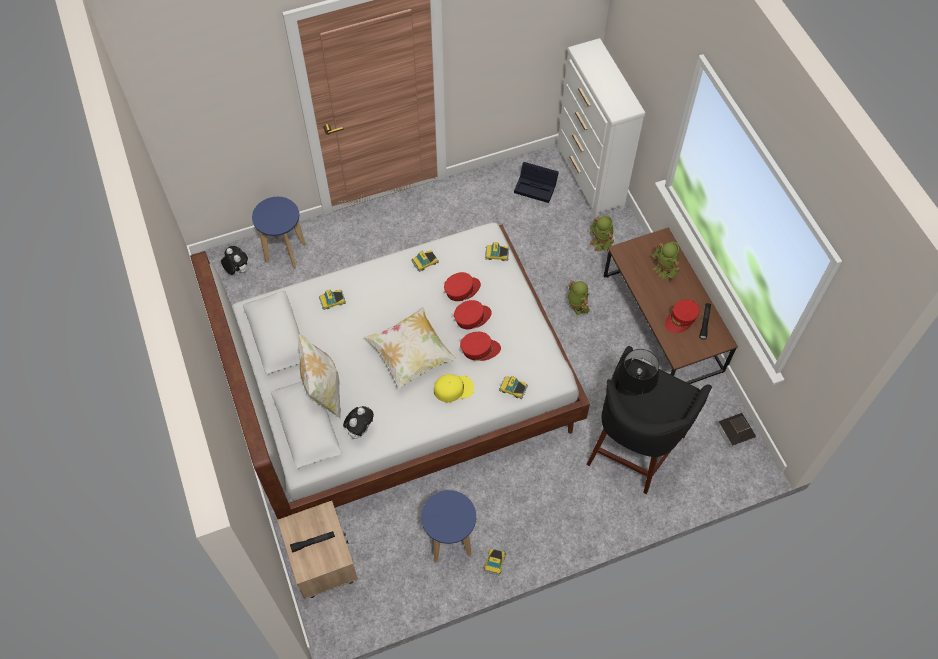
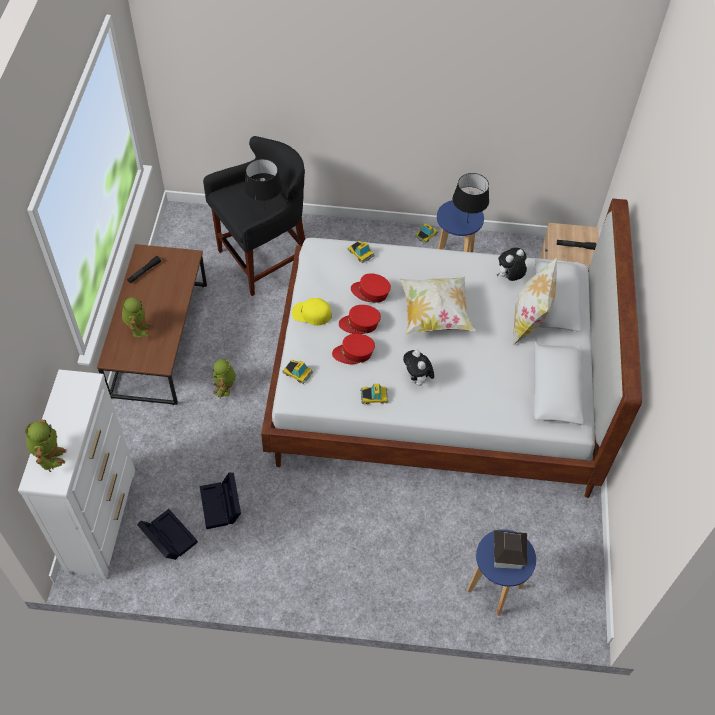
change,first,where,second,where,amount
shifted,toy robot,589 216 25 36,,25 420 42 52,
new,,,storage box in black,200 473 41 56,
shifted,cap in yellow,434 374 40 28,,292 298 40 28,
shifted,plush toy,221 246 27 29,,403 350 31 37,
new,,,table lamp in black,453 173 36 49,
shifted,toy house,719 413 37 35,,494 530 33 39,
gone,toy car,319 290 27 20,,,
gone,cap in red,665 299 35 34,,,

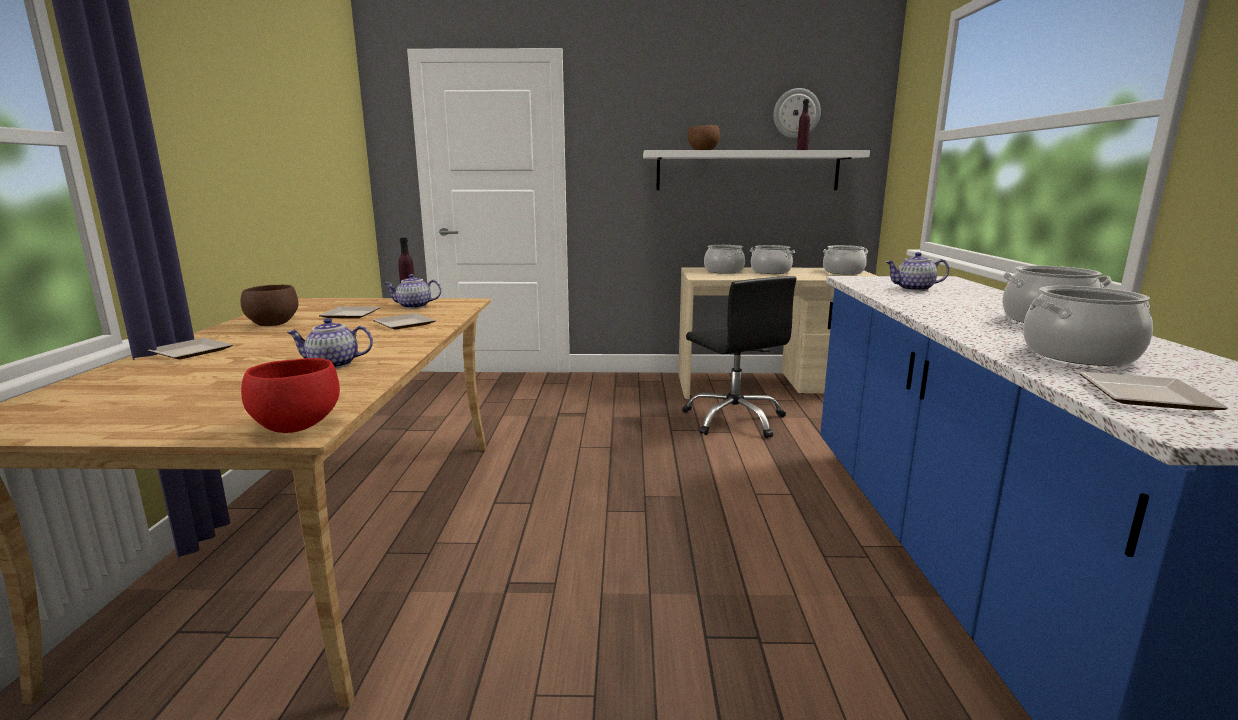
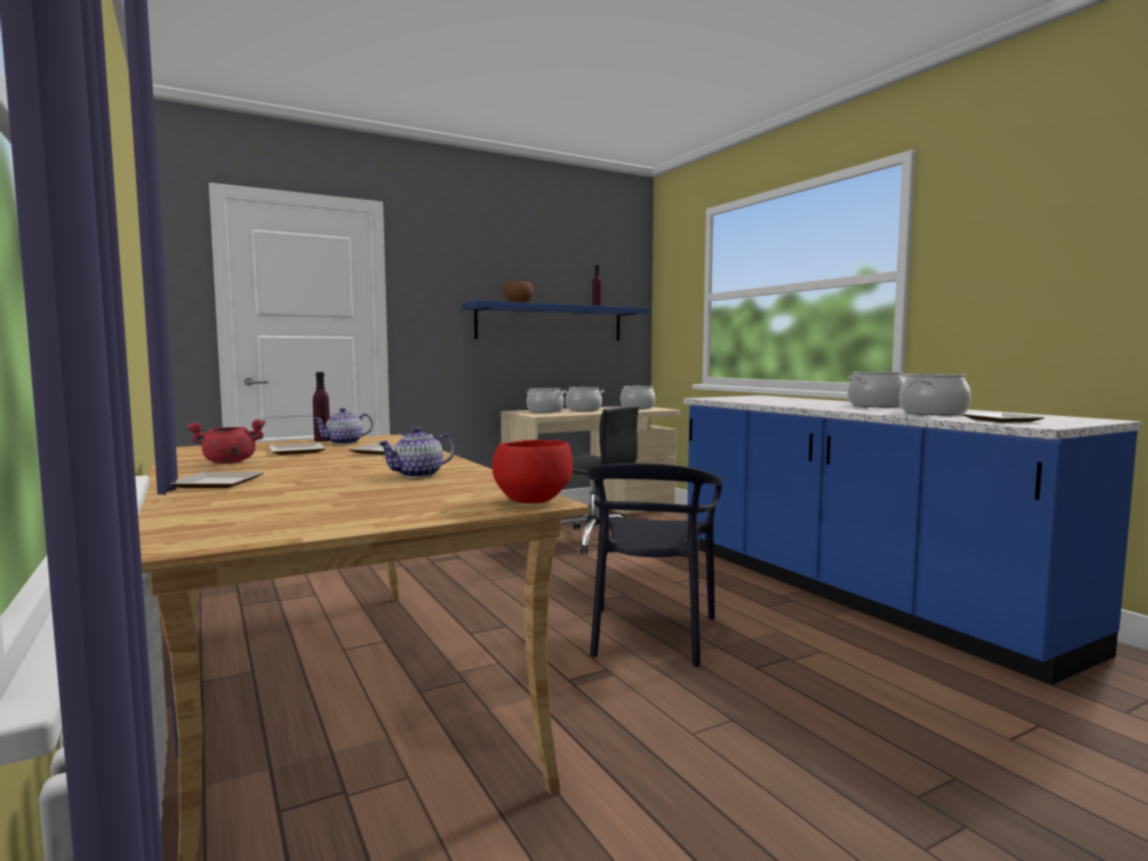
change,first,where,second,where,amount
swapped,bowl in brown,240 285 58 41,cooking pot in red,187 419 79 45,
repainted,shelf in white,643 150 227 40,shelf in blue,462 300 188 41,
new,,,chair in black,587 463 136 204,
gone,wall clock,773 88 48 50,,,
gone,teapot,886 252 63 39,,,

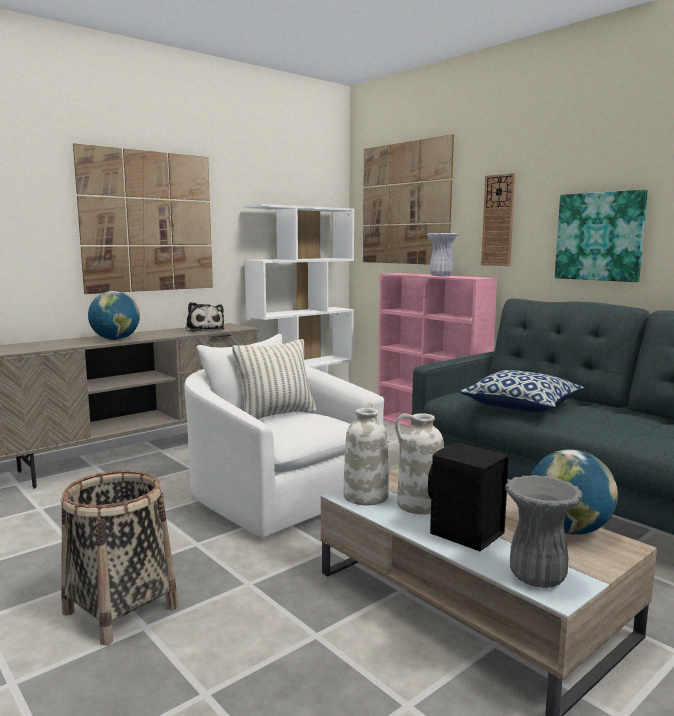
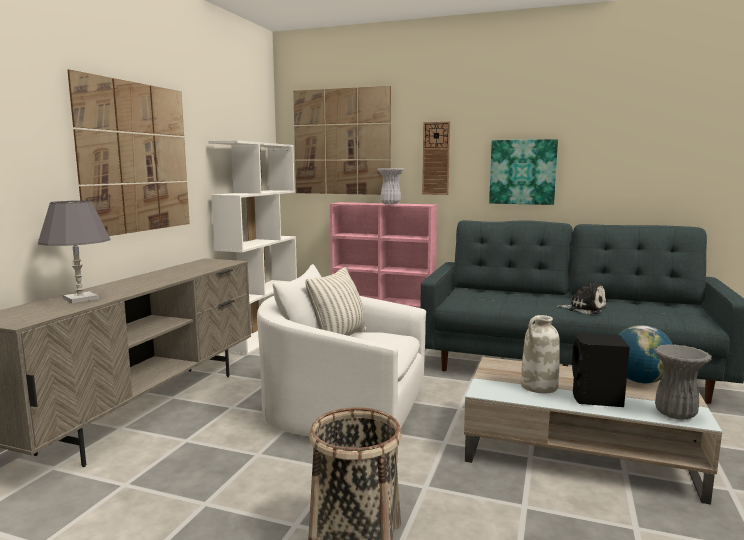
change,first,where,second,where,amount
new,,,table lamp in grey,38 201 72 102,
shifted,plush toy,186 302 38 30,,556 282 50 32,
gone,globe,88 291 52 49,,,
gone,vase in white,344 402 45 103,,,
gone,pillow,460 370 124 43,,,

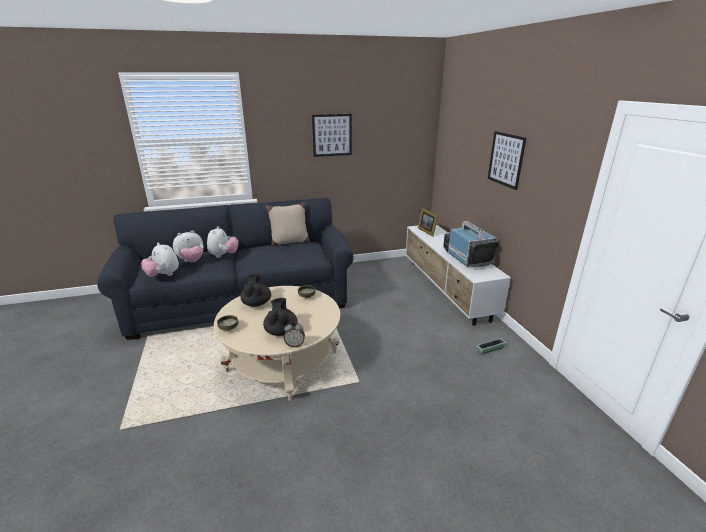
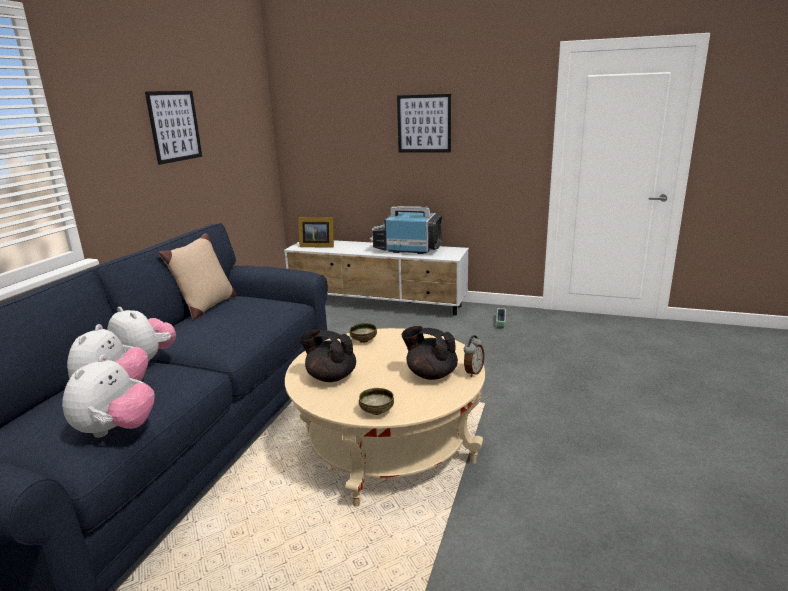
change,first,where,second,where,amount
rotated,plush toy,141 243 38 34,,62 355 93 83,60 degrees counterclockwise

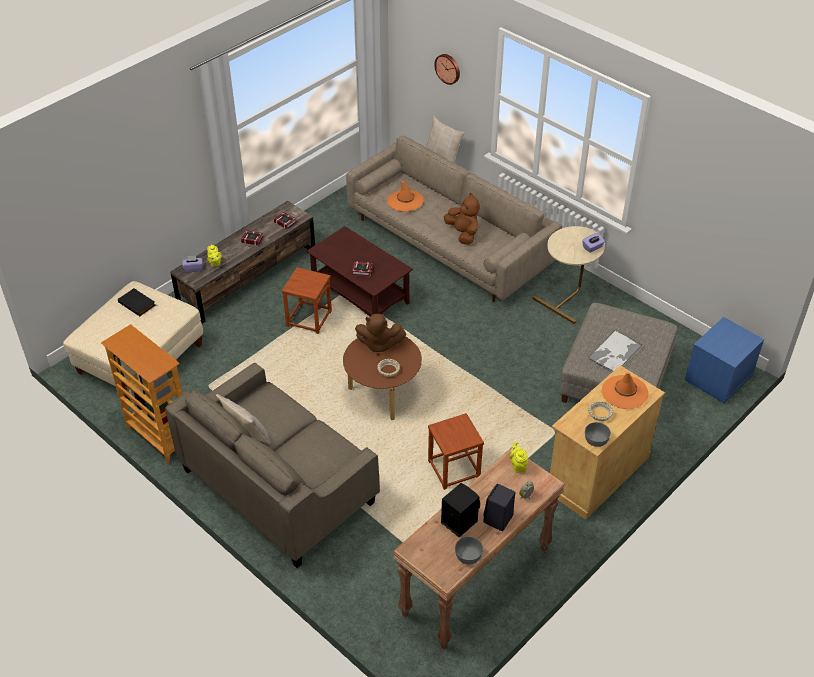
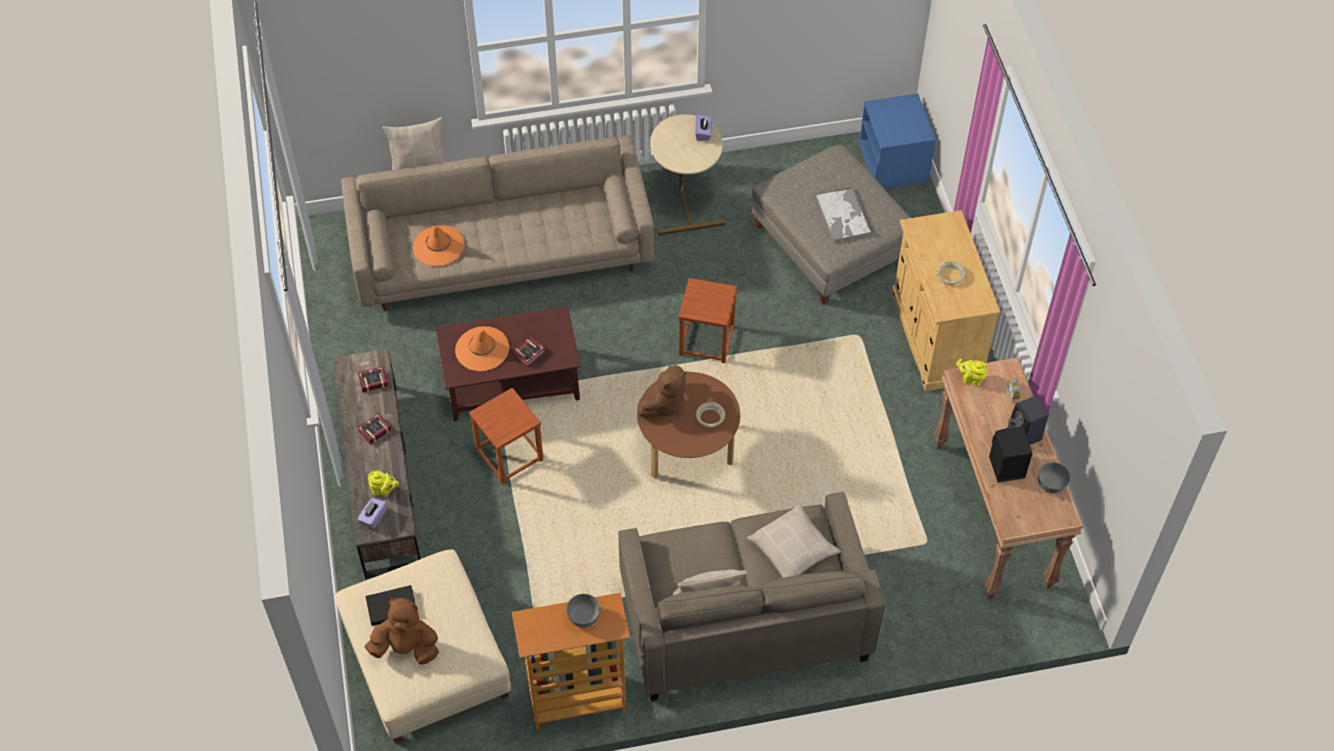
change,first,where,second,where,amount
shifted,plush toy in brown,444 192 35 53,,365 598 74 67,
shifted,hat in orange,602 372 47 37,,455 326 55 45,
shifted,bowl in grey,585 422 26 25,,566 594 34 34,
shifted,stool in brown,428 413 56 77,,678 278 59 85,
new,,,pillow in beige,747 504 94 74,
gone,wall clock,434 54 26 31,,,

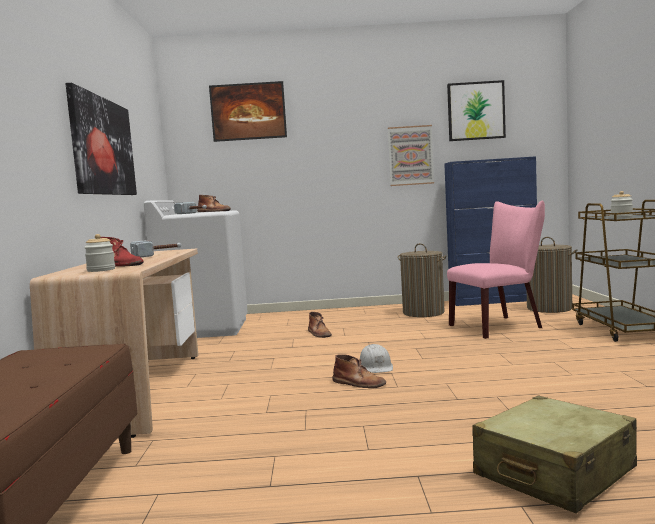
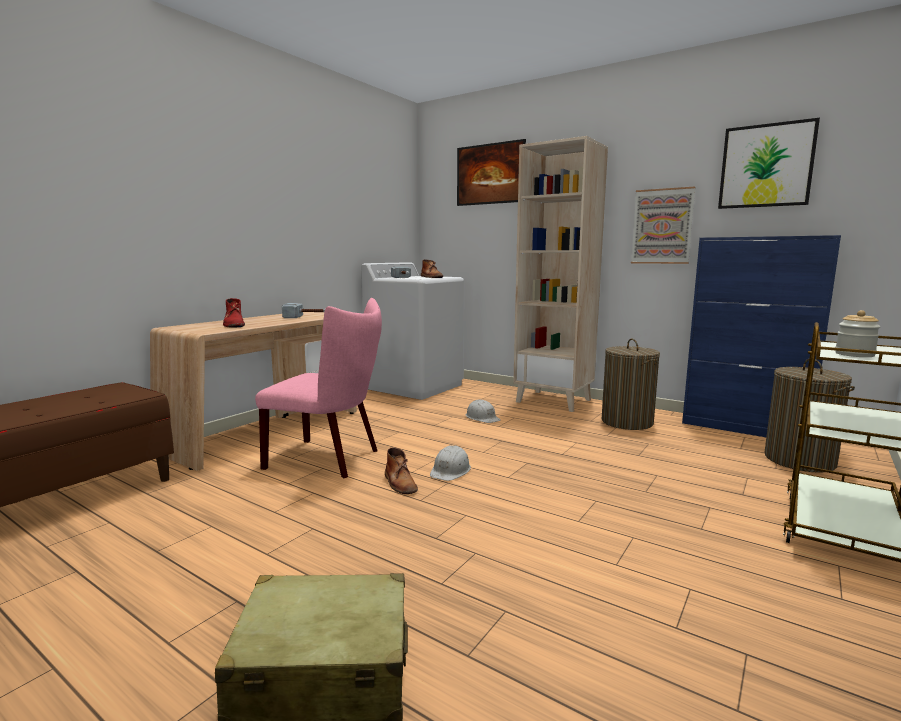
change,first,where,second,where,amount
shifted,chair in pink,447 200 98 139,,255 298 127 180,
swapped,boot in brown,308 312 24 26,hard hat in white,466 400 34 23,
new,,,bookcase in beige,513 136 95 276,
gone,picture,65 83 72 112,,,
gone,jar,84 234 31 38,,,

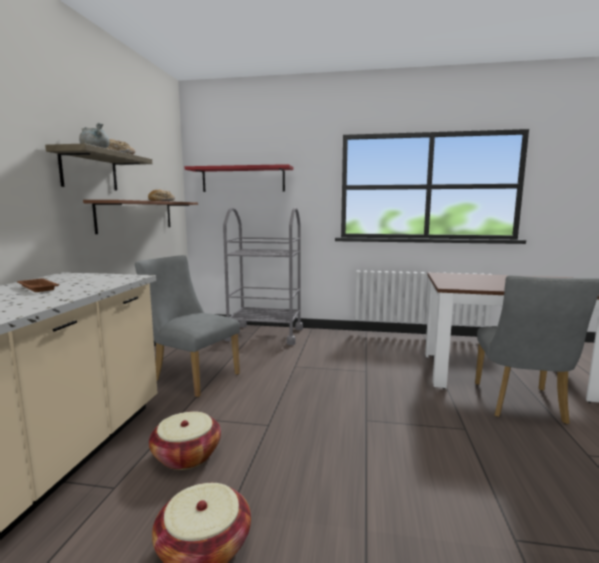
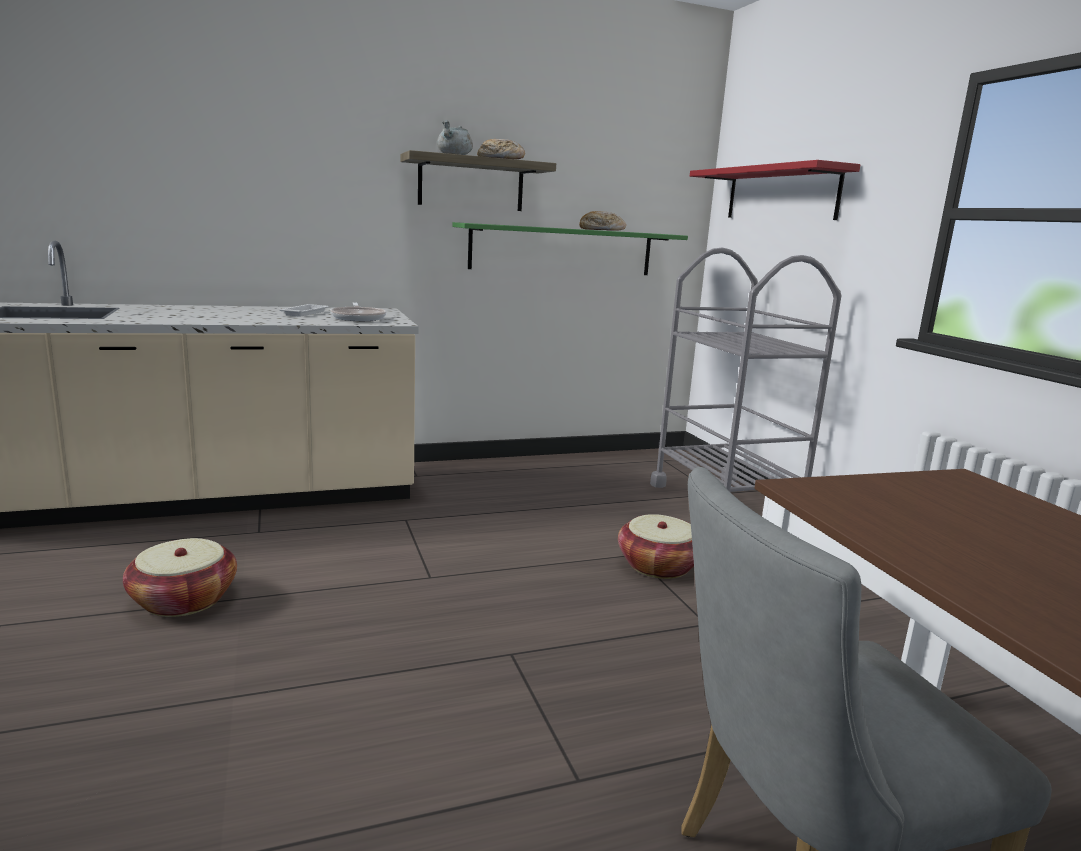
change,first,where,second,where,amount
repainted,tray in brown,17 279 42 13,tray in white,279 304 50 13,
new,,,frying pan,330 303 56 18,
repainted,shelf in brown,83 200 115 34,shelf in green,452 222 236 53,
shifted,basket,149 411 72 59,,618 514 76 65,
gone,chair in grey,135 255 105 142,,,

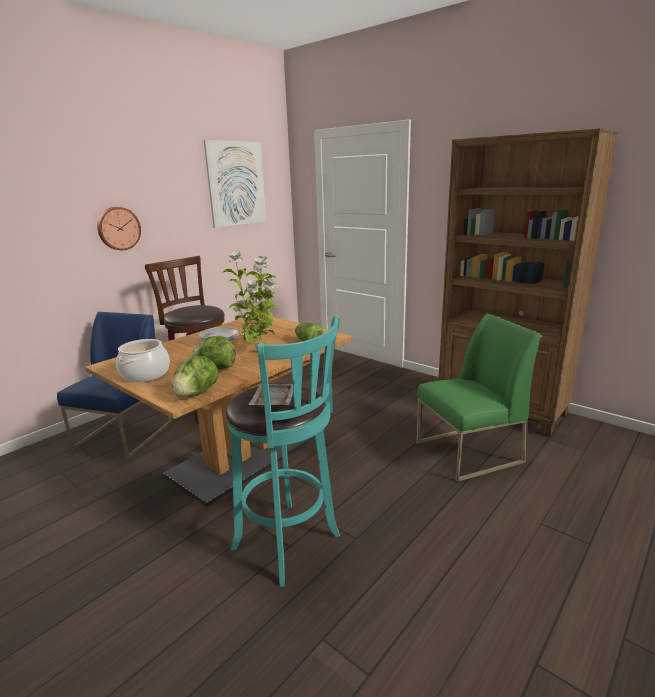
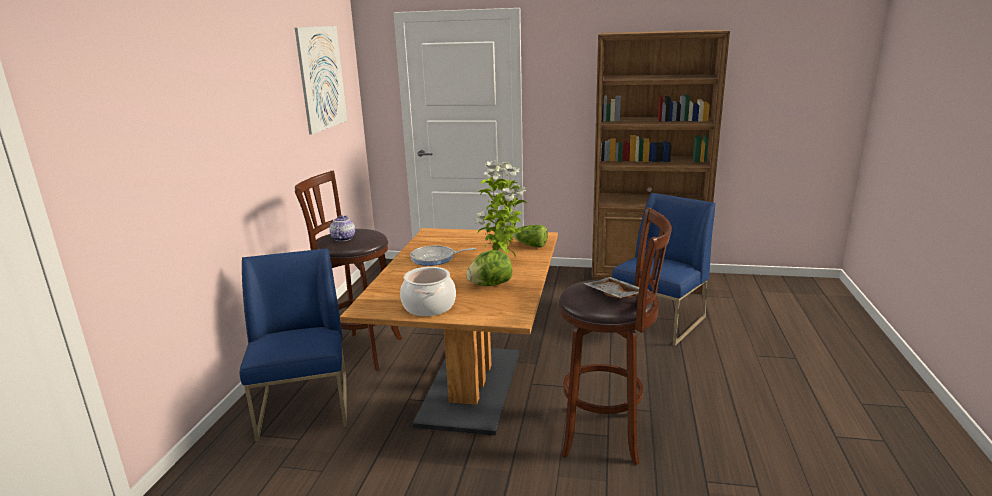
change,first,where,second,where,amount
new,,,teapot,329 215 26 26,
repainted,stool in turquoise,225 315 115 272,stool in brown,559 207 113 258,
repainted,chair in green,416 314 125 168,chair in blue,612 193 103 153,
gone,wall clock,97 207 44 43,,,
gone,lettuce,172 356 47 41,,,

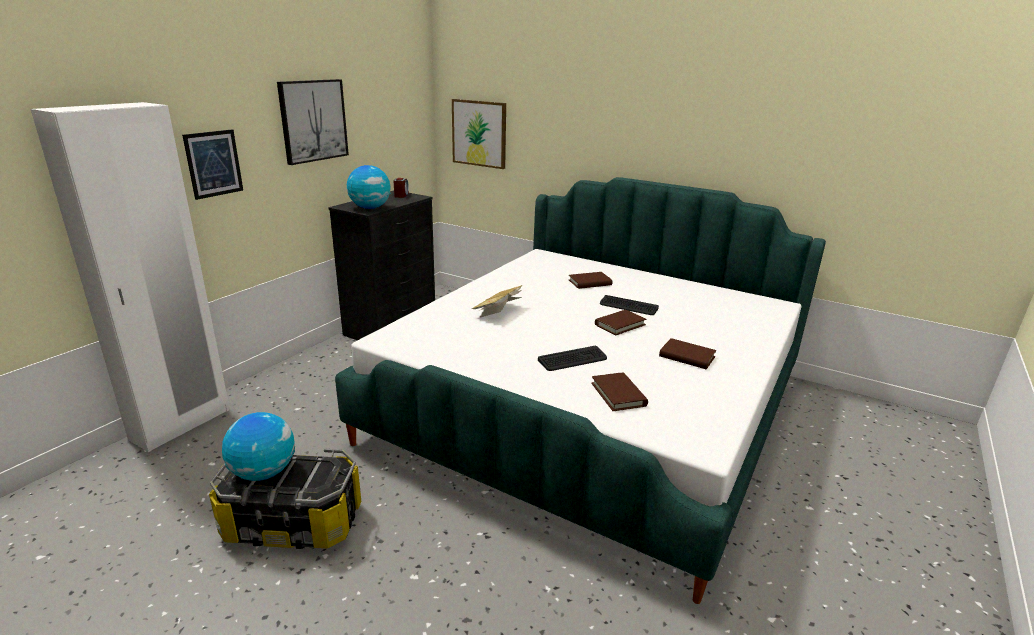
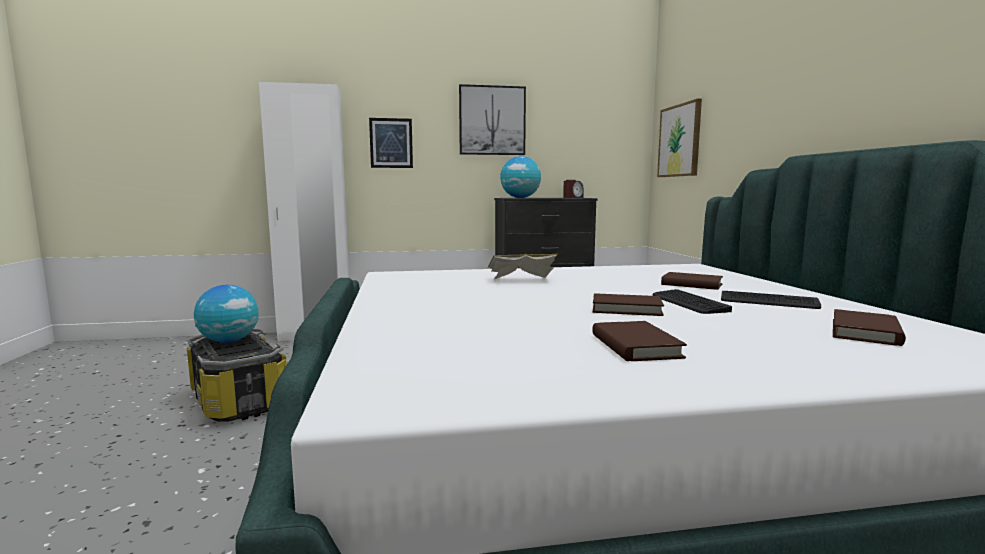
change,first,where,second,where,amount
shifted,keyboard,538 346 69 25,,721 291 100 18,
shifted,book in brown,591 372 57 39,,833 309 73 37,

